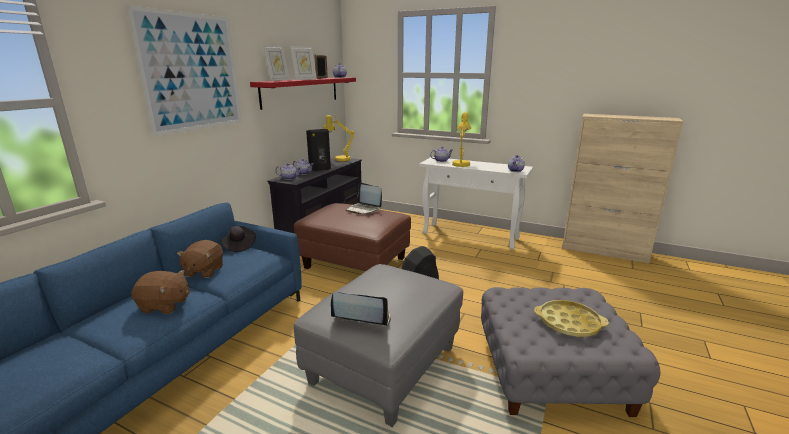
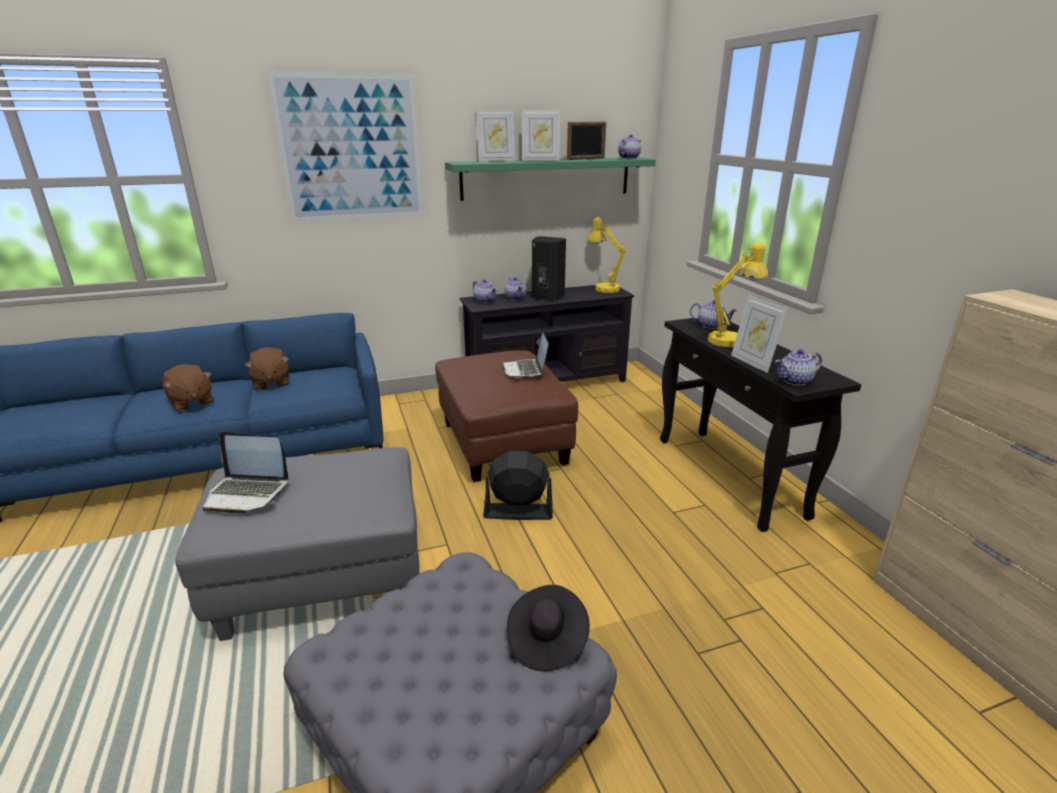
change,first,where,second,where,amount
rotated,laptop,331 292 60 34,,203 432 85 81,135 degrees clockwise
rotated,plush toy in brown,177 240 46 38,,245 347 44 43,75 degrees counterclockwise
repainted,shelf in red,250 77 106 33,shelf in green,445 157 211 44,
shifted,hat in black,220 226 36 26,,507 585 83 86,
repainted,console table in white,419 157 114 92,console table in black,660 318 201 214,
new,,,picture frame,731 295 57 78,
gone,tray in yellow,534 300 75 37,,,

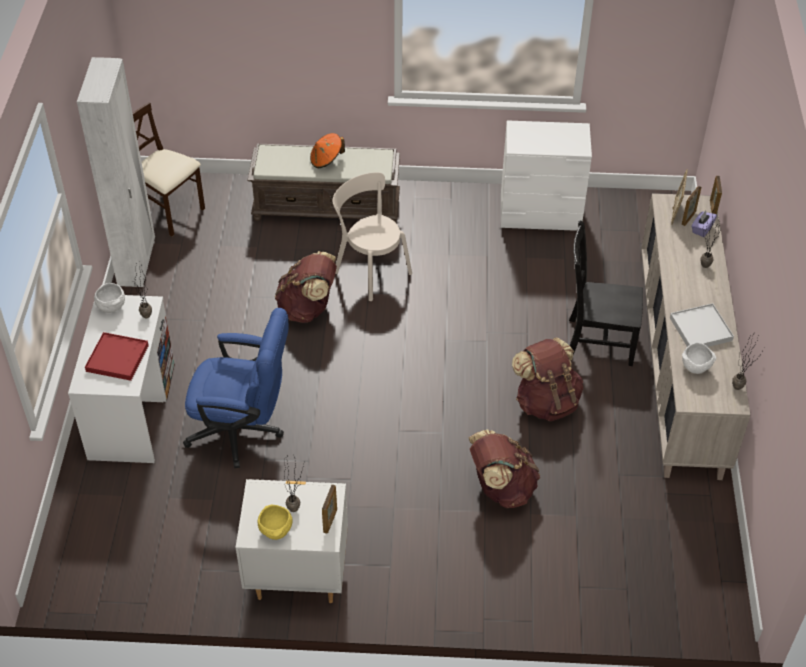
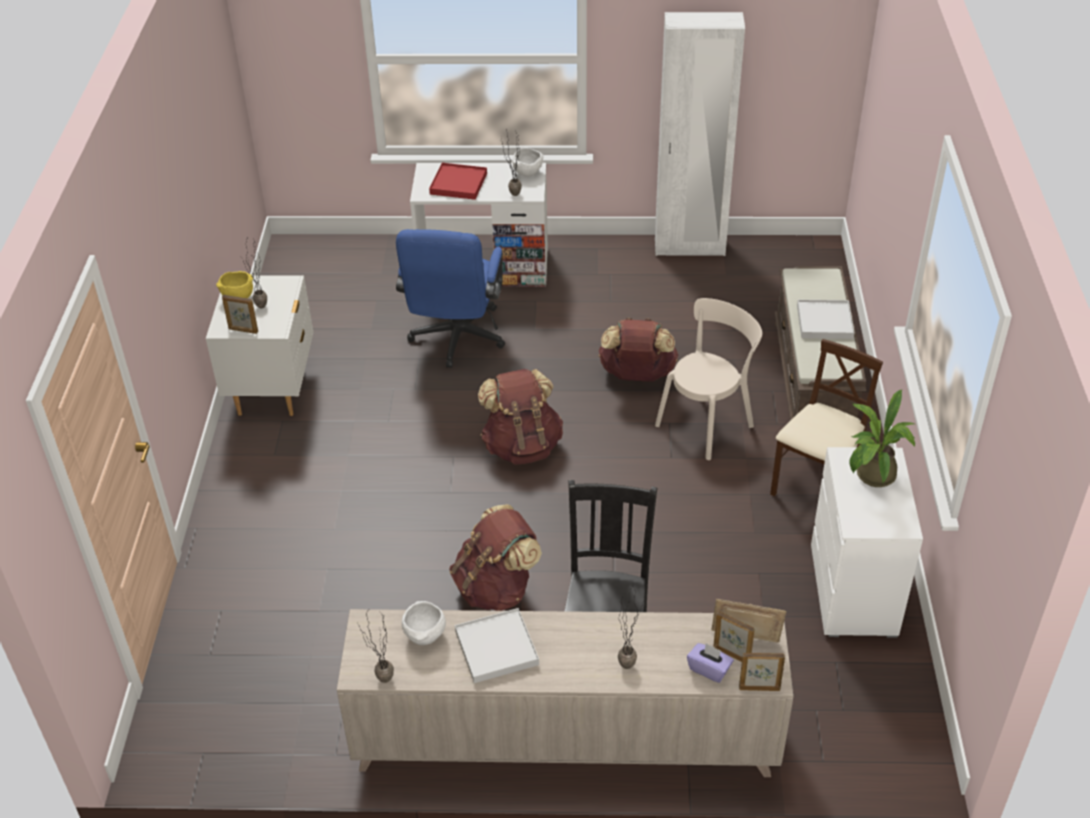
change,first,where,second,where,amount
shifted,backpack in brown,468 429 72 79,,478 369 85 96,
shifted,chair in beige,133 102 72 135,,770 339 113 158,
swapped,hat in orange,310 133 35 35,tray in white,797 300 58 39,
new,,,potted plant,850 389 65 98,

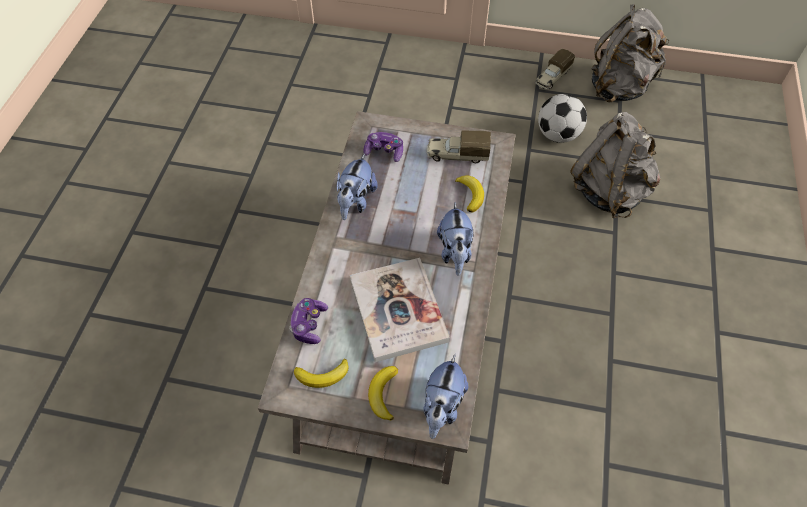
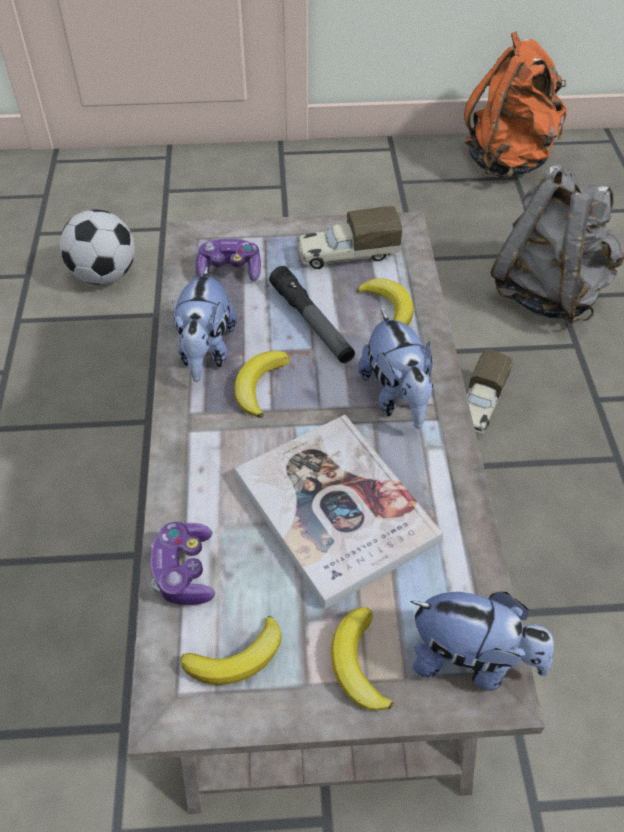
change,first,where,second,where,amount
shifted,football,538 94 49 49,,60 209 75 76,
new,,,banana,235 351 55 67,
new,,,flashlight,269 266 86 97,
rotated,plush toy,423 354 45 85,,410 592 144 99,75 degrees counterclockwise
repainted,backpack in grey,592 4 77 98,backpack in orange,464 31 103 147,
shifted,toy truck,535 49 40 41,,467 350 46 84,

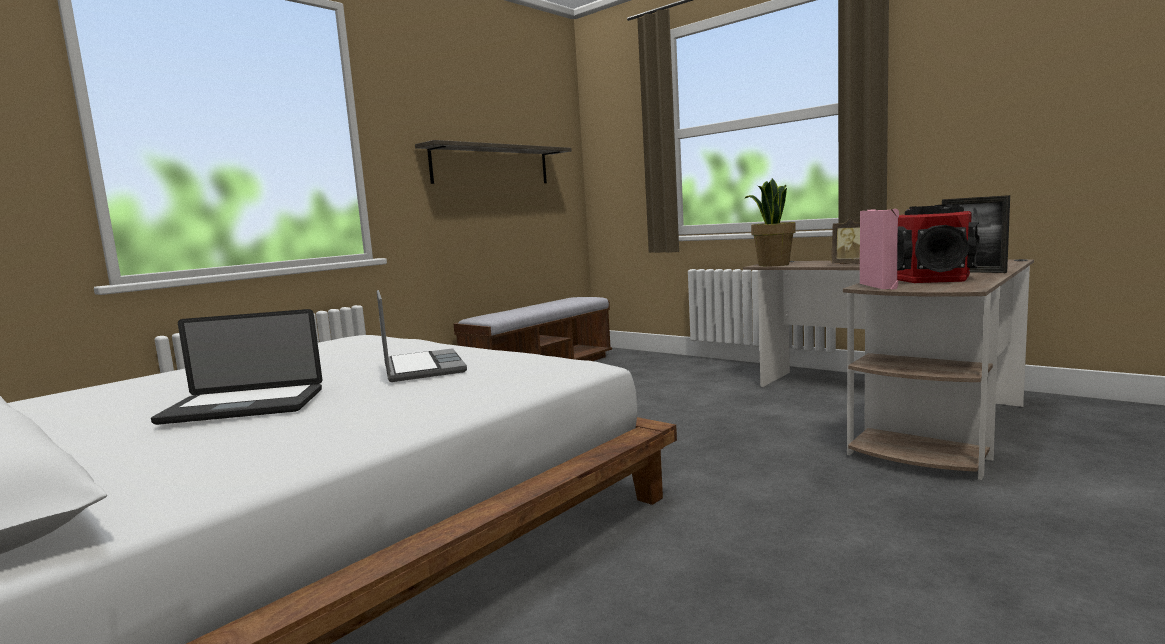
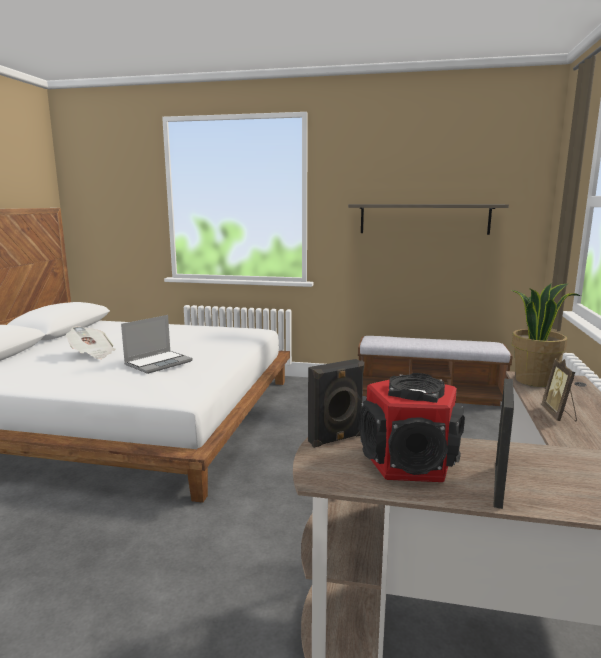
change,first,where,second,where,amount
swapped,laptop,151 309 171 116,newspaper,66 326 50 33,
repainted,speaker in pink,860 209 39 81,speaker in black,308 359 56 89,

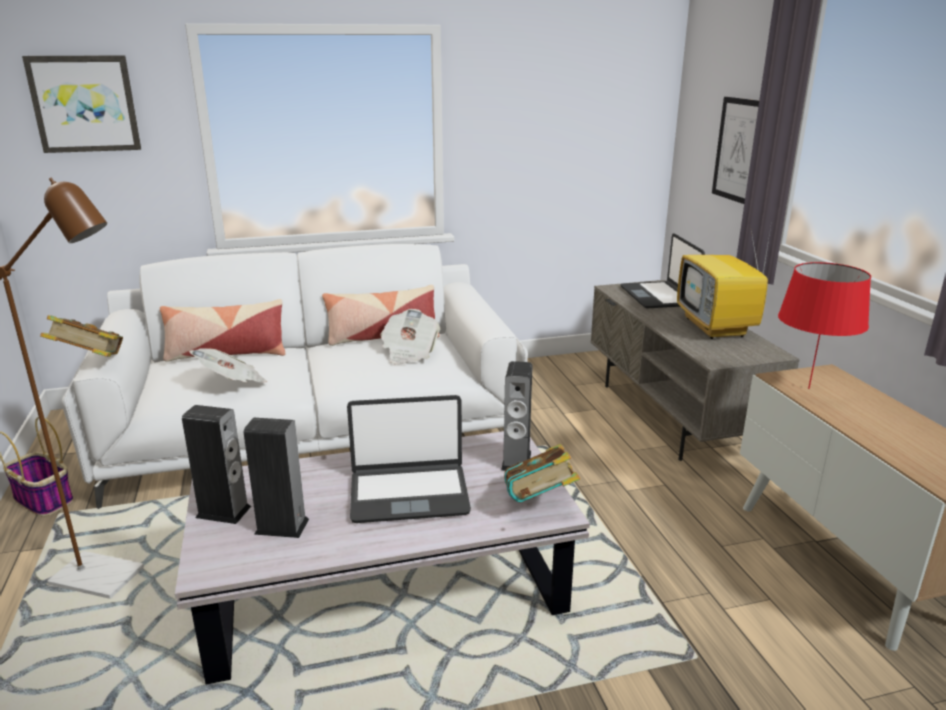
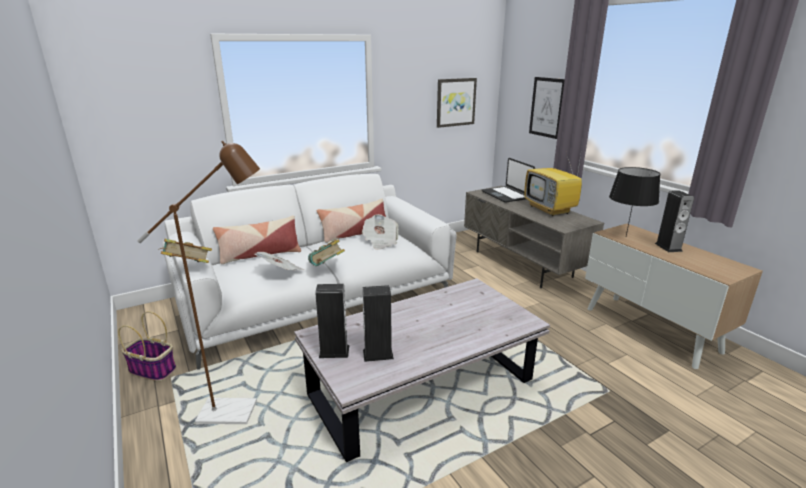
change,first,where,second,where,amount
shifted,book,504 444 76 59,,308 239 37 27,
shifted,picture,22 55 119 98,,437 78 40 50,
repainted,table lamp in red,778 262 93 127,table lamp in black,609 167 51 69,
shifted,speaker,501 361 32 110,,655 190 39 62,
gone,laptop,347 395 124 128,,,

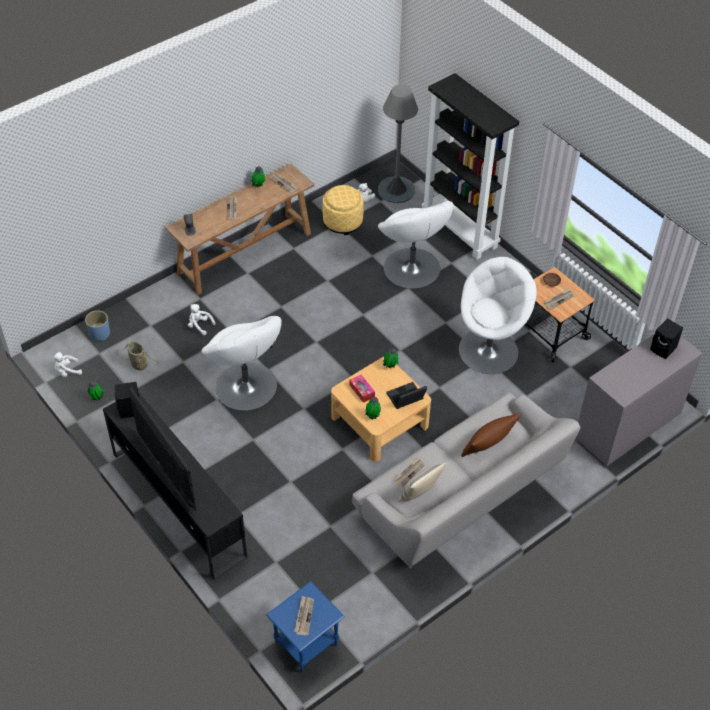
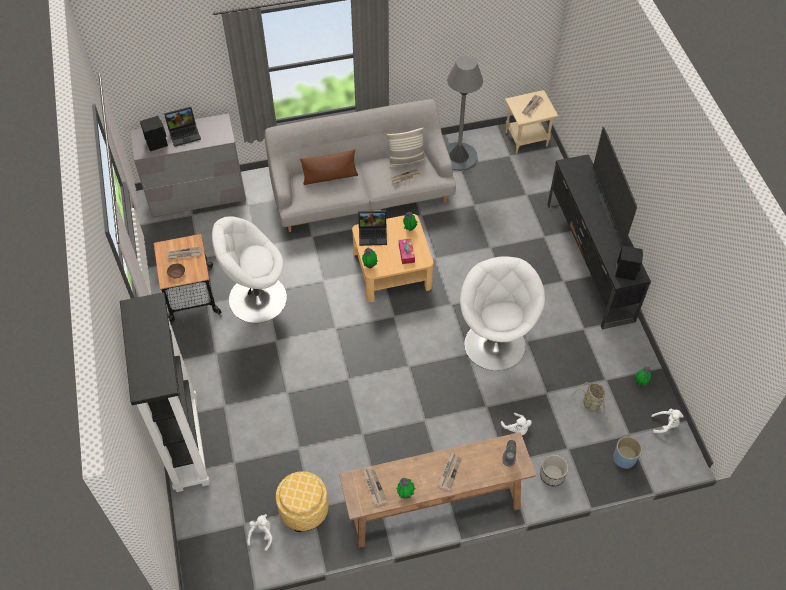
change,first,where,second,where,amount
new,,,laptop,164 107 37 40,
shifted,floor lamp in grey,378 84 40 119,,446 56 37 115,
repainted,side table in blue,266 581 79 92,side table in beige,505 90 54 64,
new,,,planter,540 455 28 31,
gone,armchair in white,378 201 76 88,,,

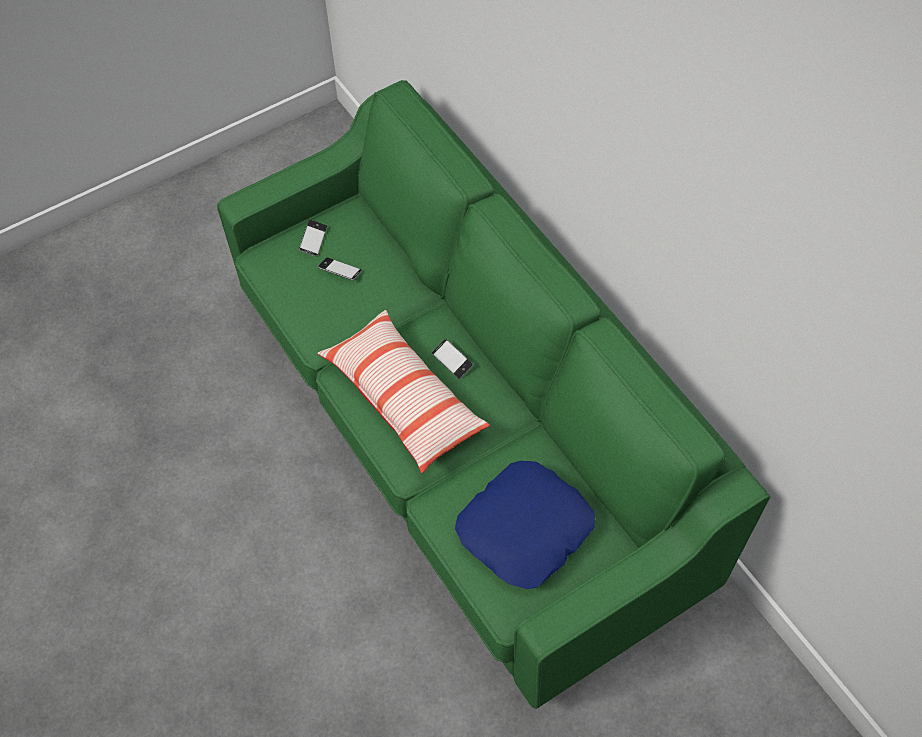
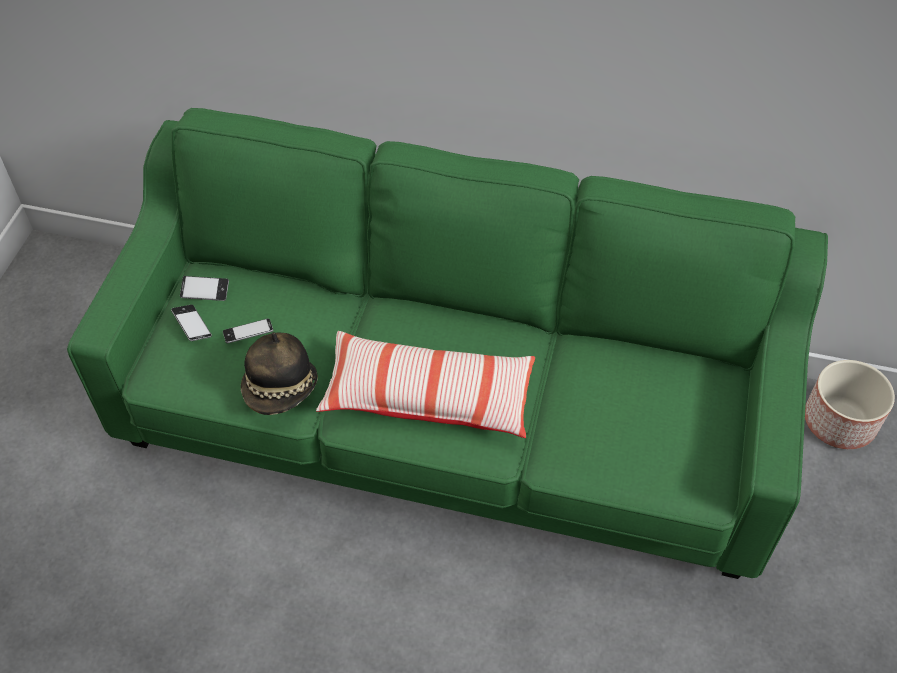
change,first,where,second,where,amount
shifted,phone,432 339 41 40,,180 276 49 25,
new,,,hat,241 332 77 83,
new,,,planter,805 360 90 89,
gone,pillow in blue,455 461 140 128,,,

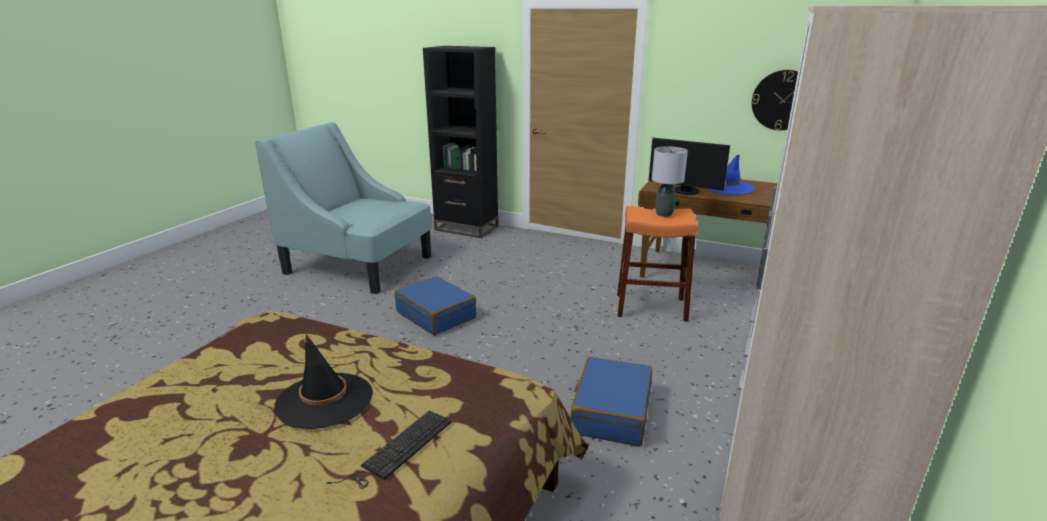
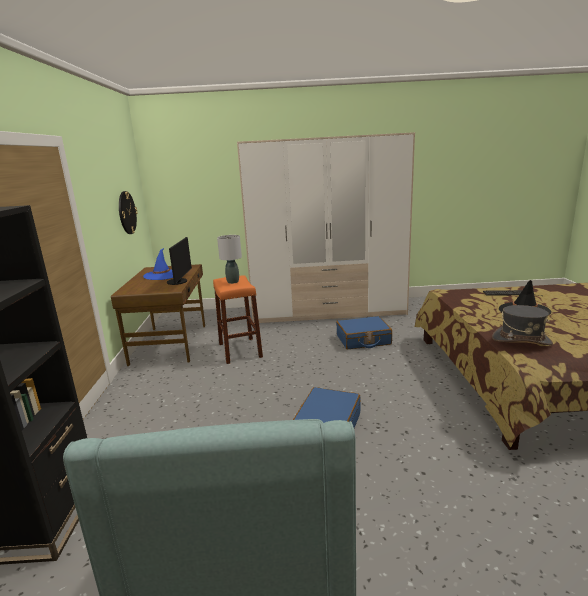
change,first,where,second,where,amount
new,,,hat in grey,492 305 61 40,

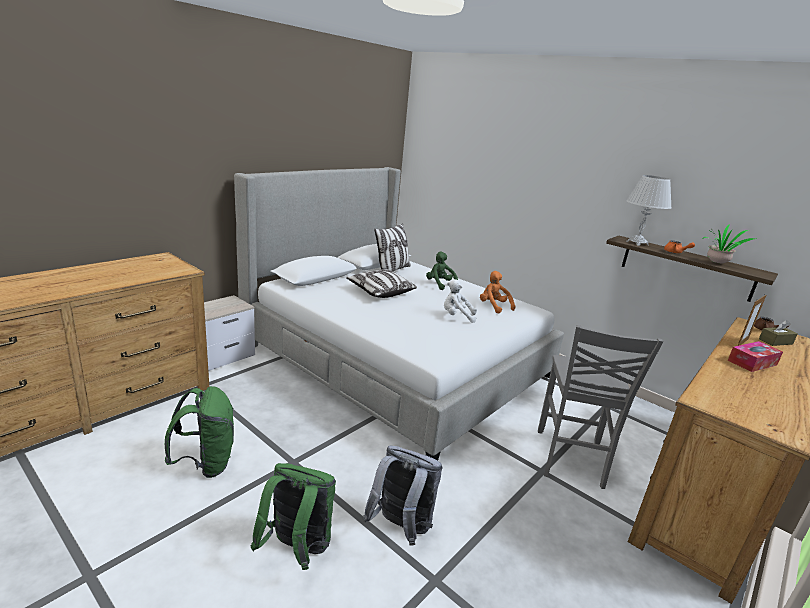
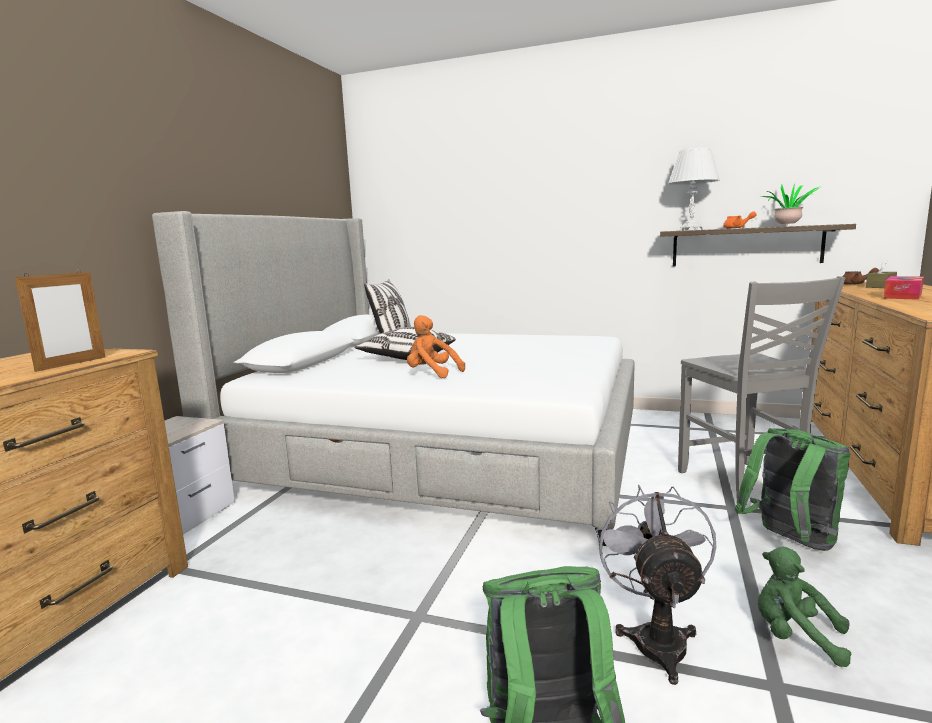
change,first,where,second,where,amount
shifted,picture frame,737 294 29 52,,15 270 90 102,
shifted,plush toy in orange,480 271 36 43,,407 315 58 63,
swapped,backpack in grey,363 445 80 101,fan in grey,596 485 120 200,
shifted,backpack in green,164 386 70 92,,735 428 115 123,
shifted,plush toy in green,426 251 32 39,,758 547 94 120,
gone,plush toy in white,444 279 33 44,,,

